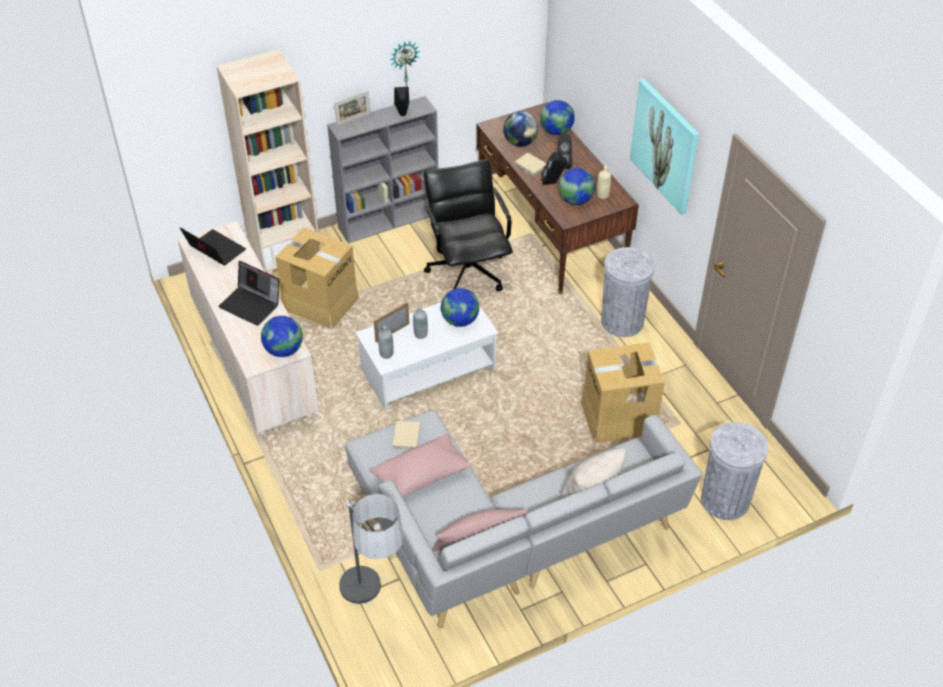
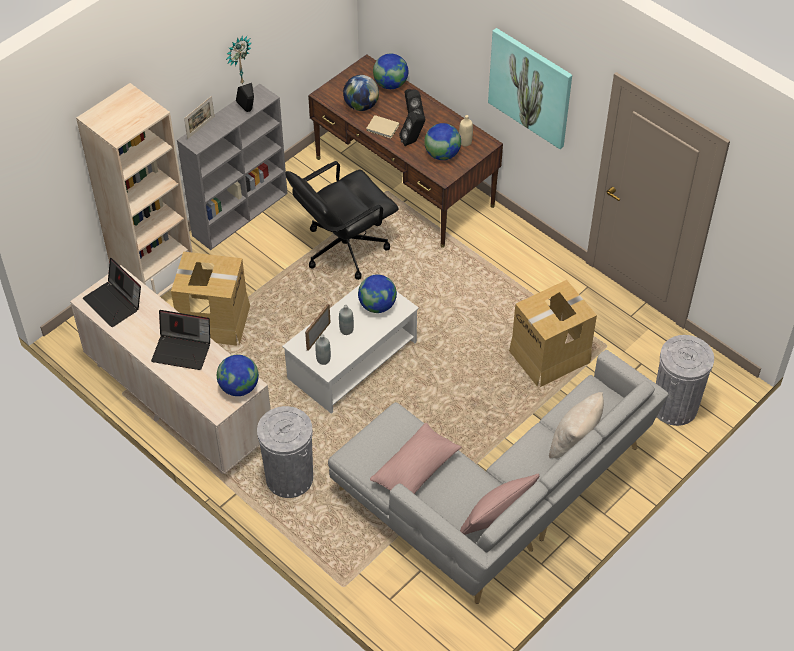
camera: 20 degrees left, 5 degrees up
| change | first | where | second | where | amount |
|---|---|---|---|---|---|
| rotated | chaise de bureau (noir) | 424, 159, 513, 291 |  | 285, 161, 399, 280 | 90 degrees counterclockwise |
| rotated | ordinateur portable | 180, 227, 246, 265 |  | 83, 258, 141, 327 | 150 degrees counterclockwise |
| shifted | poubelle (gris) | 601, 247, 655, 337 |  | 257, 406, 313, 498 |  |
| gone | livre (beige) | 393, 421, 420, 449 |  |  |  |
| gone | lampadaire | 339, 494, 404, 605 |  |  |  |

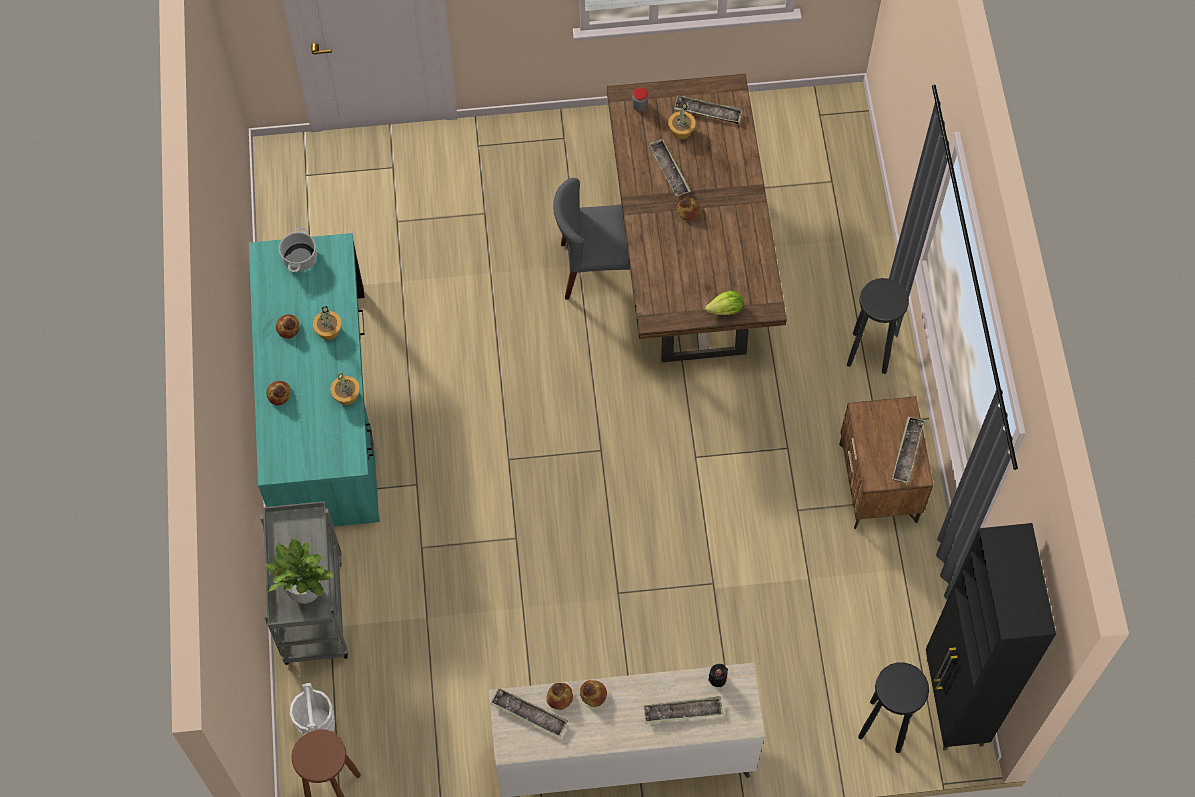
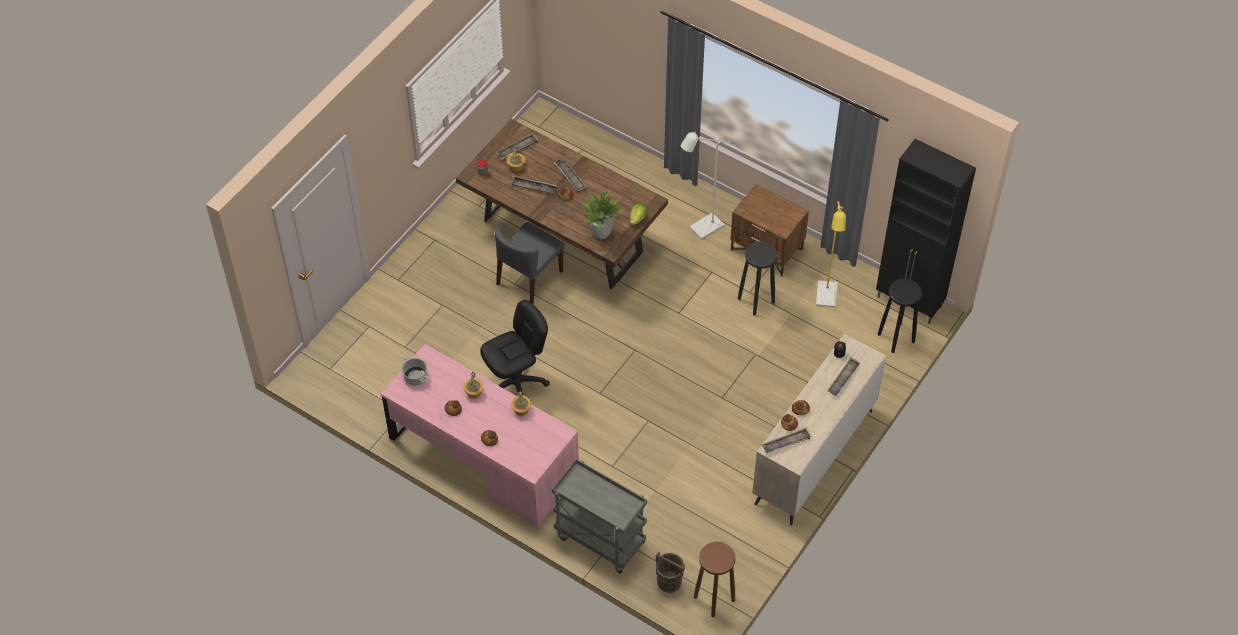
camera: 50 degrees left, 10 degrees down
| change | first | where | second | where | amount |
|---|---|---|---|---|---|
| repainted | bureau (turquoise) | 249, 233, 380, 527 | bureau (rose) | 381, 344, 579, 527 |  |
| shifted | tabouret (noir) | 847, 278, 909, 374 |  | 738, 241, 778, 316 |  |
| shifted | plateau | 892, 416, 925, 483 |  | 554, 157, 587, 192 |  |
| shifted | plante en pot | 265, 538, 333, 604 |  | 583, 190, 623, 239 |  |
| repainted | seau (blanc) | 290, 683, 335, 735 | seau (marron) | 656, 551, 685, 593 |  |
| new |  |  | lampadaire (blanc) | 681, 131, 735, 240 |  |
| new |  |  | lampadaire (jaune) | 816, 201, 846, 308 |  |
| new |  |  | chaise de bureau (noir) | 480, 300, 550, 395 |  |

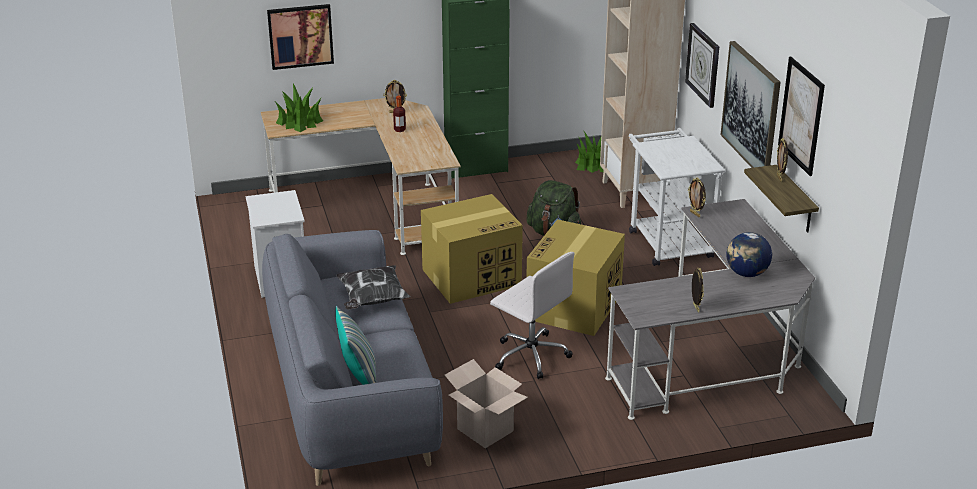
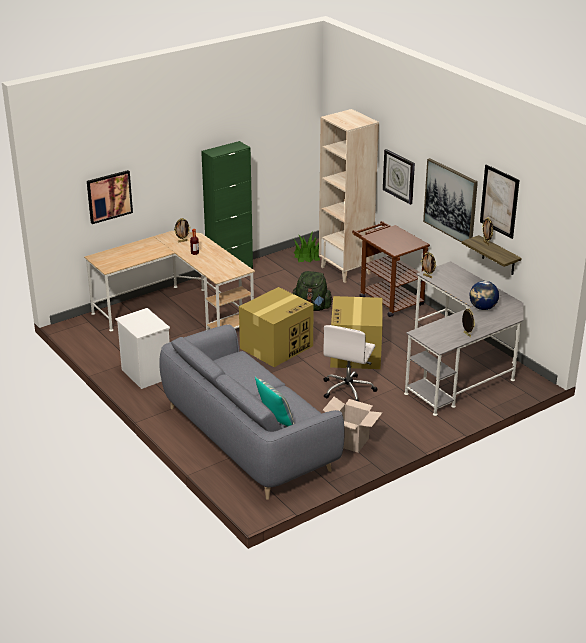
camera: 20 degrees left, 0 degrees up
| change | first | where | second | where | amount |
|---|---|---|---|---|---|
| gone | plante en pot | 276, 84, 323, 132 |  |  |  |
| repainted | chariot (blanc) | 629, 128, 725, 266 | chariot (marron) | 352, 221, 430, 317 |  |
| rotated | chaise de bureau (blanc) | 490, 252, 575, 379 |  | 323, 325, 378, 402 | 90 degrees clockwise |
| gone | coussin | 336, 265, 411, 309 |  |  |  |

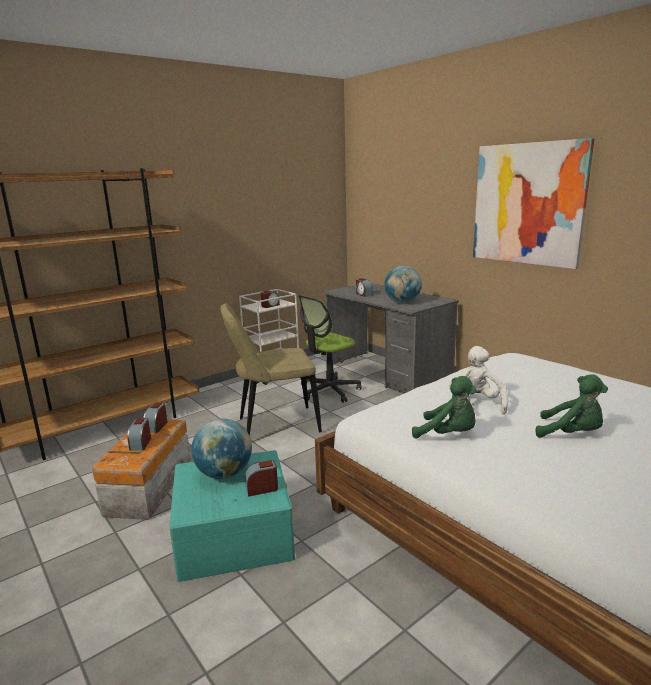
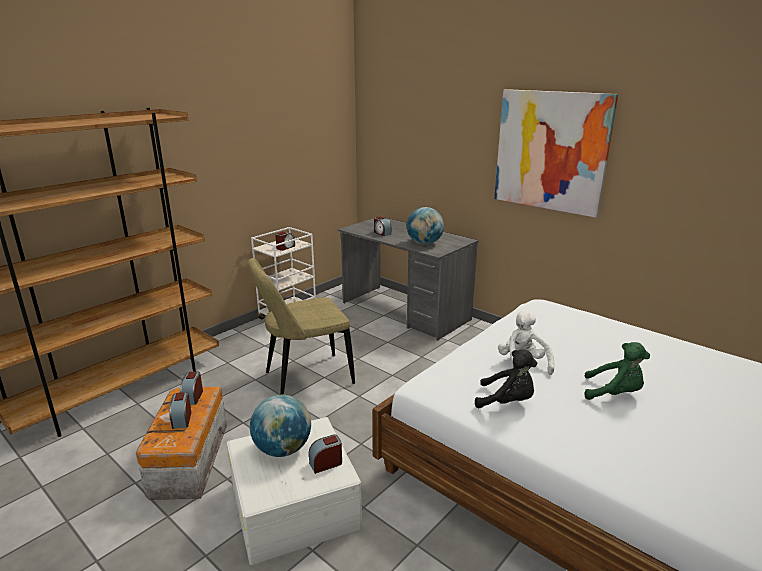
camera: 10 degrees left, 5 degrees up
| change | first | where | second | where | amount |
|---|---|---|---|---|---|
| gone | chaise de bureau | 299, 295, 362, 403 |  |  |  |
| repainted | peluche (vert) | 412, 376, 476, 439 | peluche (noir) | 475, 349, 537, 408 |  |
| repainted | boîte de rangement (turquoise) | 169, 450, 295, 582 | boîte de rangement (blanc) | 227, 417, 362, 565 |  |

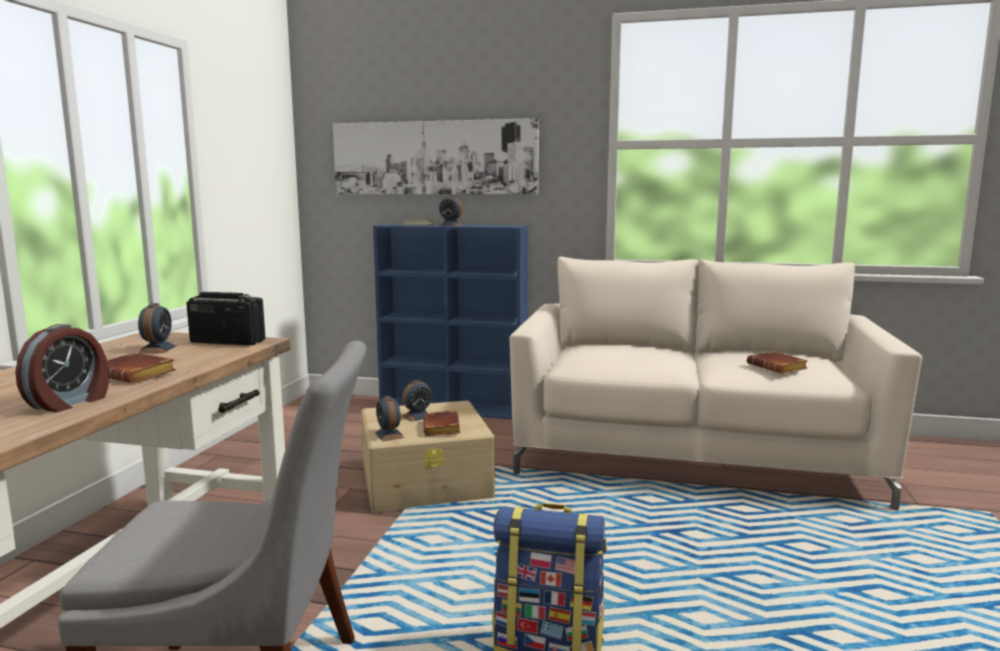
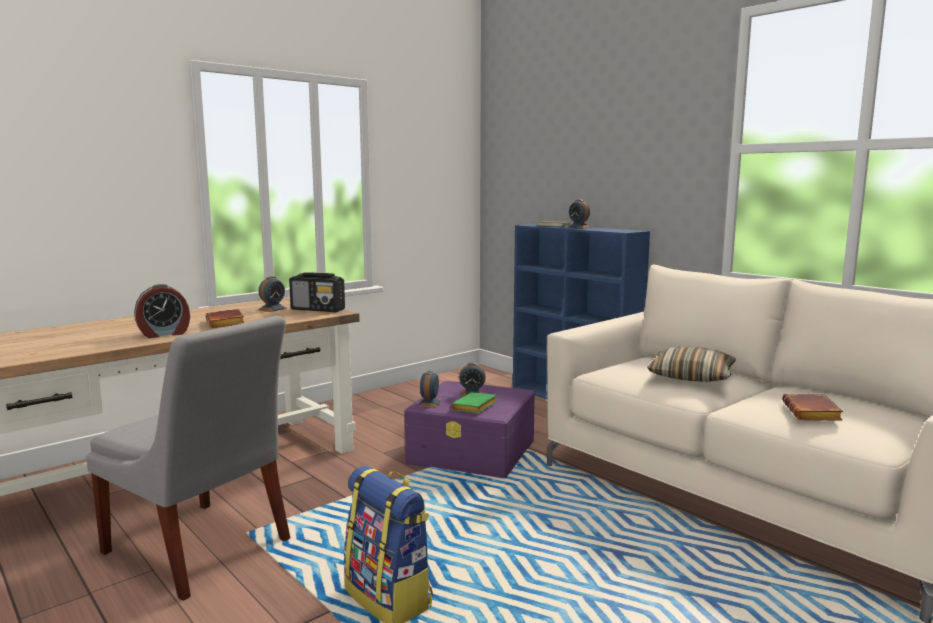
camera: 35 degrees right, 0 degrees up
| change | first | where | second | where | amount |
|---|---|---|---|---|---|
| gone | tableau | 333, 118, 539, 194 |  |  |  |
| rotated | radio | 186, 292, 265, 345 |  | 289, 272, 345, 312 | 150 degrees clockwise |
| repainted | boîte de rangement (beige) | 361, 401, 495, 513 | boîte de rangement (violet) | 405, 381, 535, 478 |  |
| repainted | livre (marron) | 423, 410, 460, 436 | livre (vert) | 451, 392, 497, 414 |  |
| new |  |  | coussin | 647, 346, 736, 382 |  |

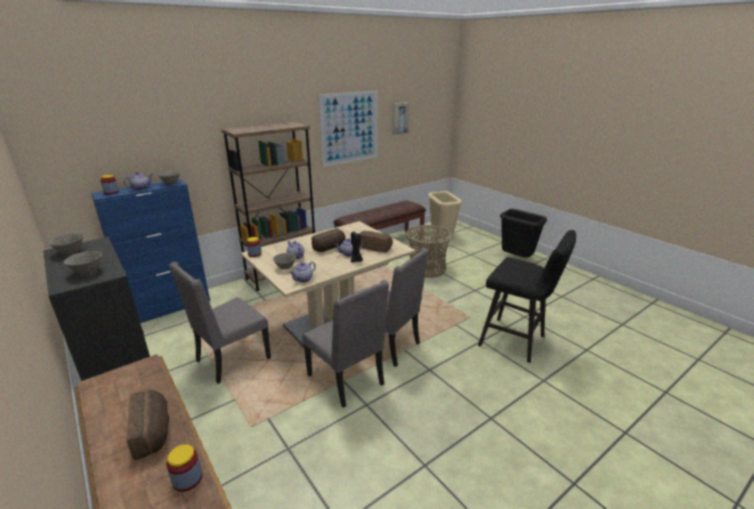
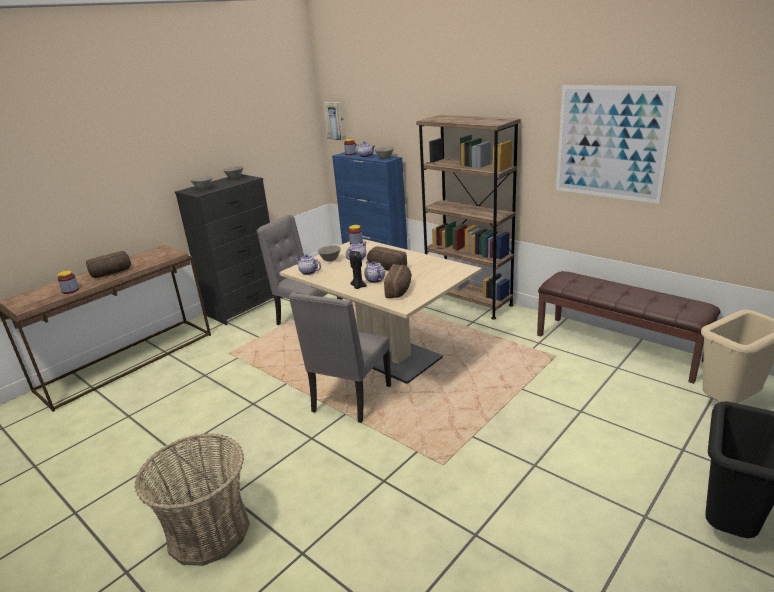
camera: 80 degrees right, 0 degrees up
| change | first | where | second | where | amount |
|---|---|---|---|---|---|
| shifted | tableau | 393, 102, 410, 135 |  | 323, 102, 346, 141 |  |
| shifted | panier | 406, 225, 453, 278 |  | 135, 433, 250, 566 |  |
| gone | tabouret (noir) | 478, 230, 576, 363 |  |  |  |
| gone | chaise (gris) | 302, 280, 389, 408 |  |  |  |

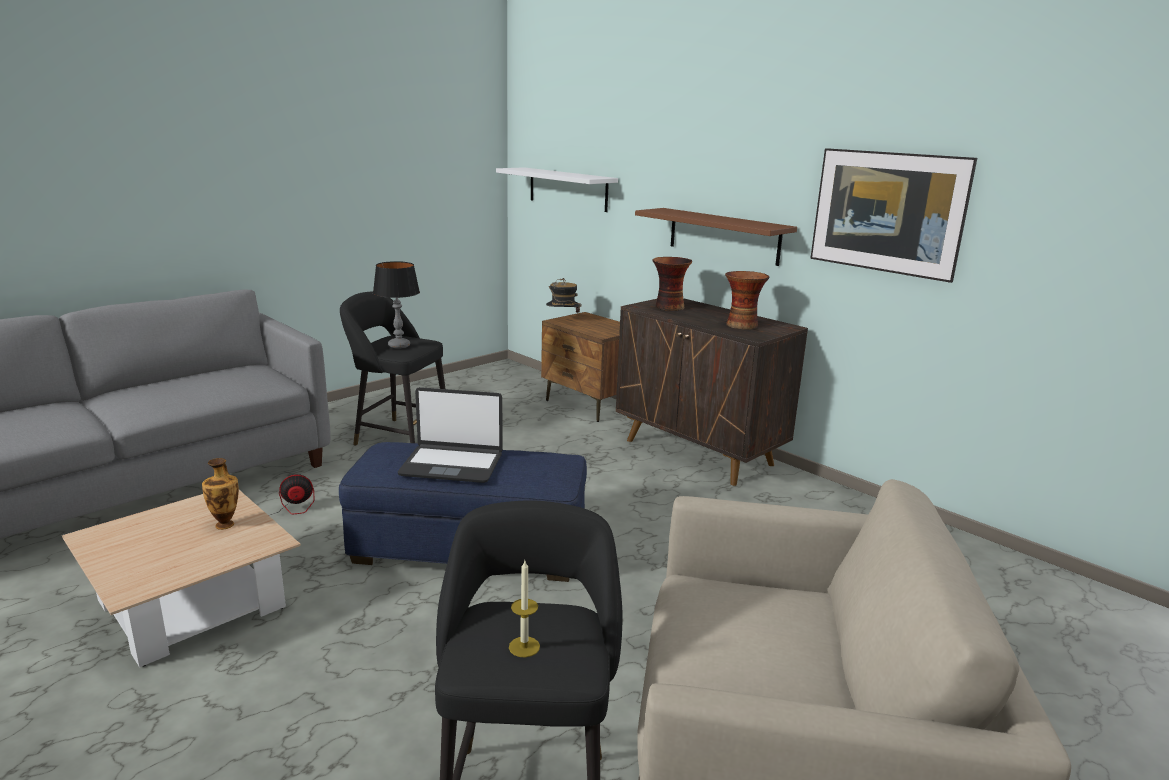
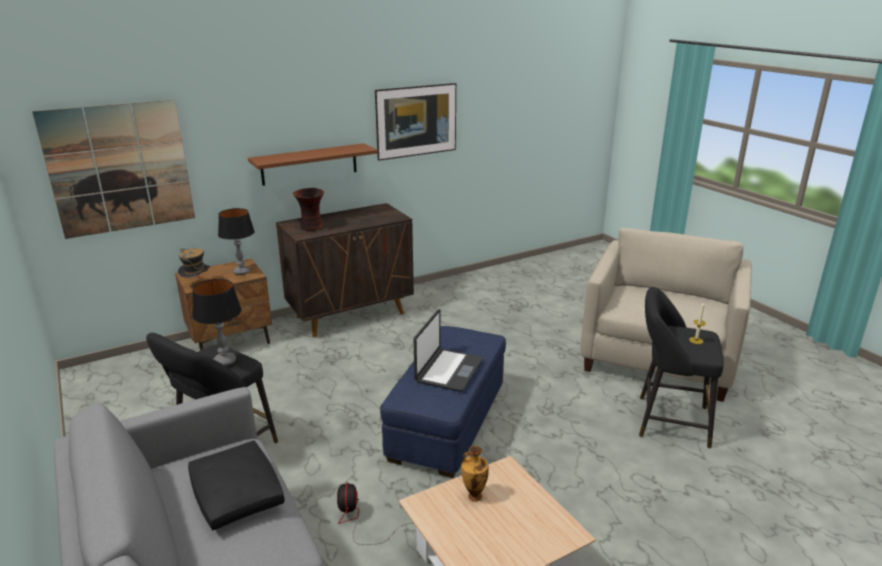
camera: 75 degrees left, 5 degrees up
| change | first | where | second | where | amount |
|---|---|---|---|---|---|
| swapped | étagère (blanc) | 496, 167, 618, 212 | tableau | 32, 100, 195, 239 |  |
| gone | vase | 725, 271, 769, 329 |  |  |  |
| new |  |  | lampe de table | 218, 208, 255, 275 |  |
| new |  |  | coussin (noir) | 188, 440, 285, 530 |  |

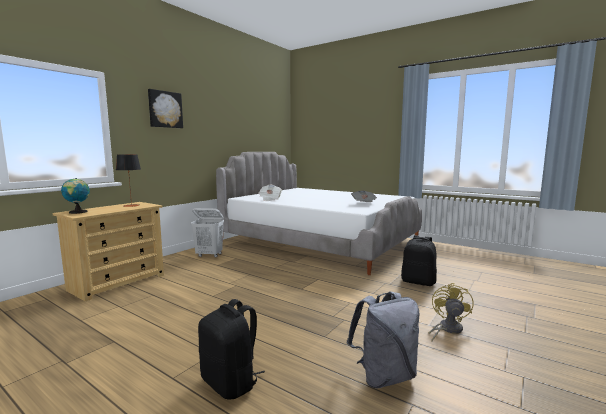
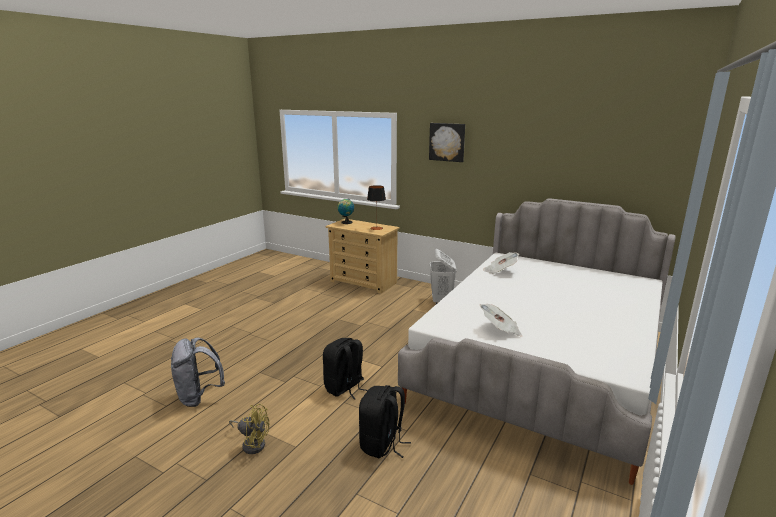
camera: 85 degrees right, 10 degrees up
| change | first | where | second | where | amount |
|---|---|---|---|---|---|
| shifted | sac à dos (noir) | 198, 299, 265, 400 |  | 323, 338, 368, 400 |  |

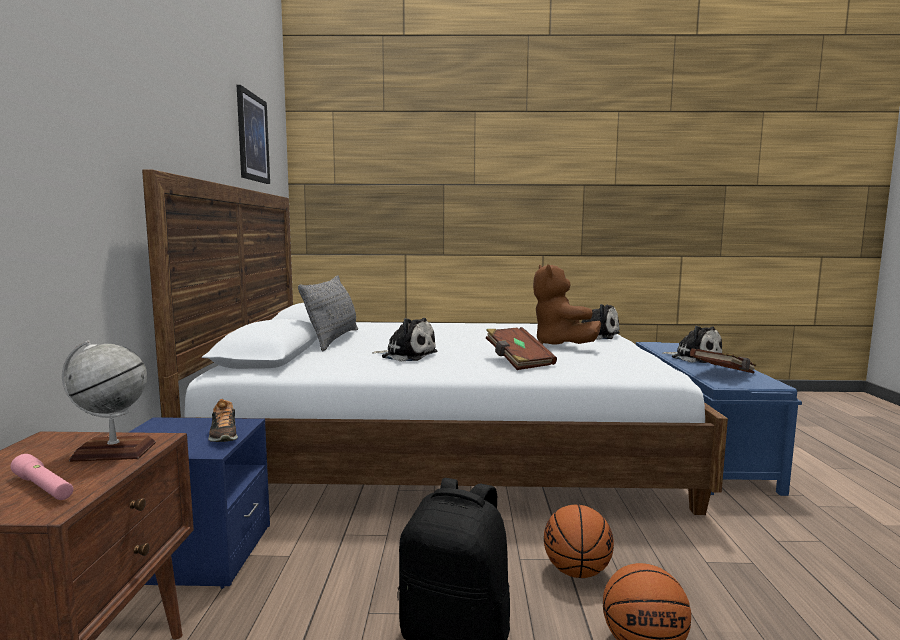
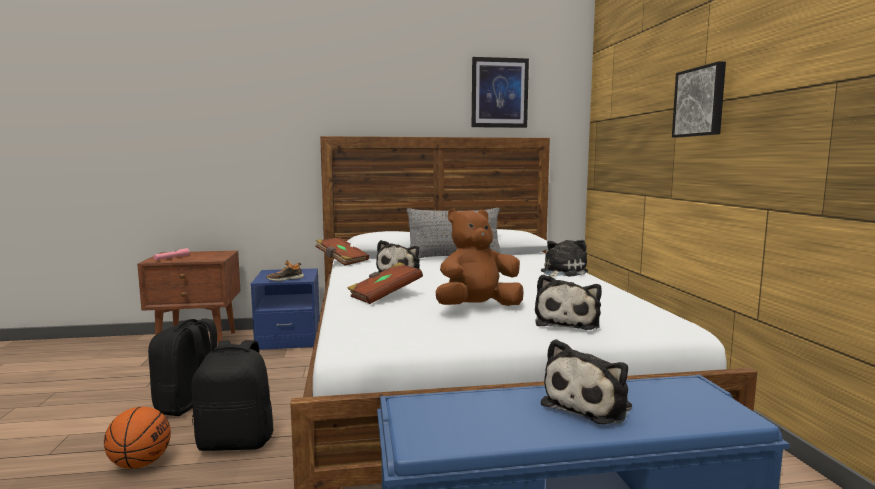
camera: 80 degrees right, 0 degrees up
| change | first | where | second | where | amount |
|---|---|---|---|---|---|
| gone | globe | 62, 340, 156, 462 |  |  |  |
| shifted | livre (marron) | 690, 348, 757, 373 |  | 315, 237, 369, 266 |  |
| swapped | ballon de basket | 544, 505, 614, 578 | sac à dos (noir) | 192, 340, 273, 451 |  |
| new |  |  | tableau | 672, 61, 726, 137 |  |
| new |  |  | peluche | 541, 240, 588, 277 |  |

